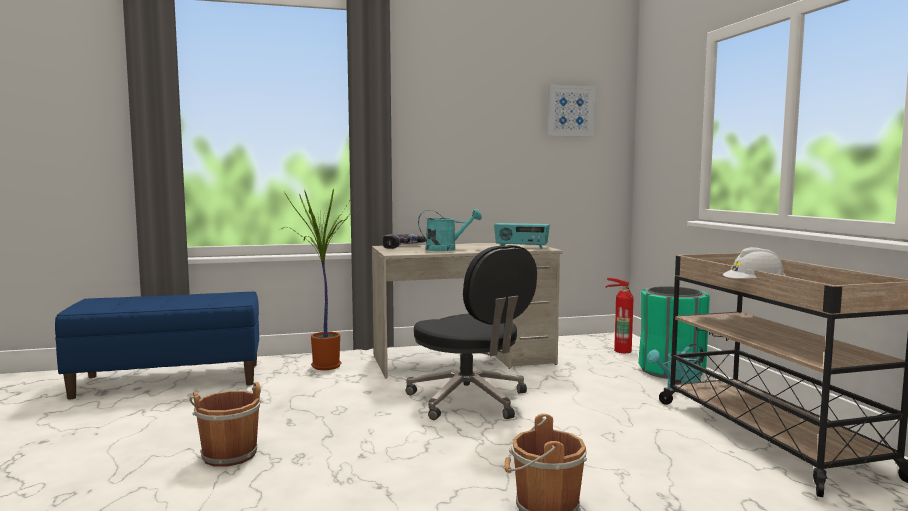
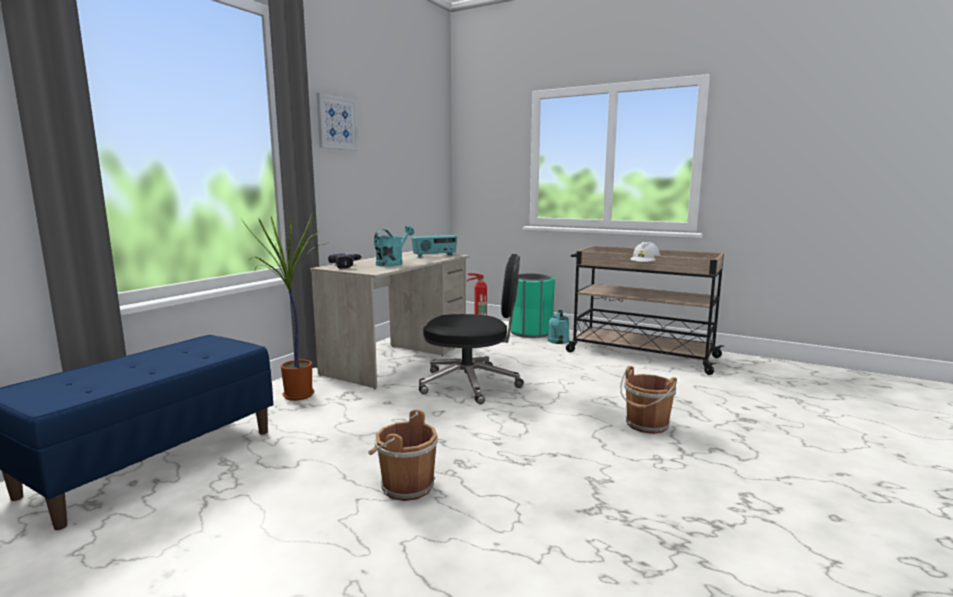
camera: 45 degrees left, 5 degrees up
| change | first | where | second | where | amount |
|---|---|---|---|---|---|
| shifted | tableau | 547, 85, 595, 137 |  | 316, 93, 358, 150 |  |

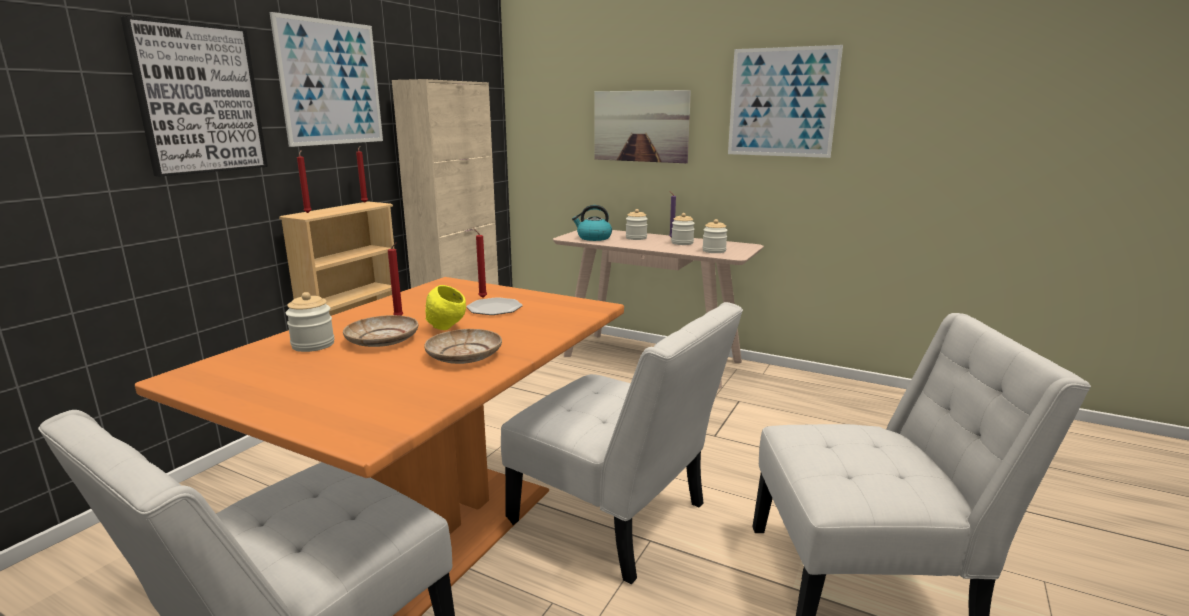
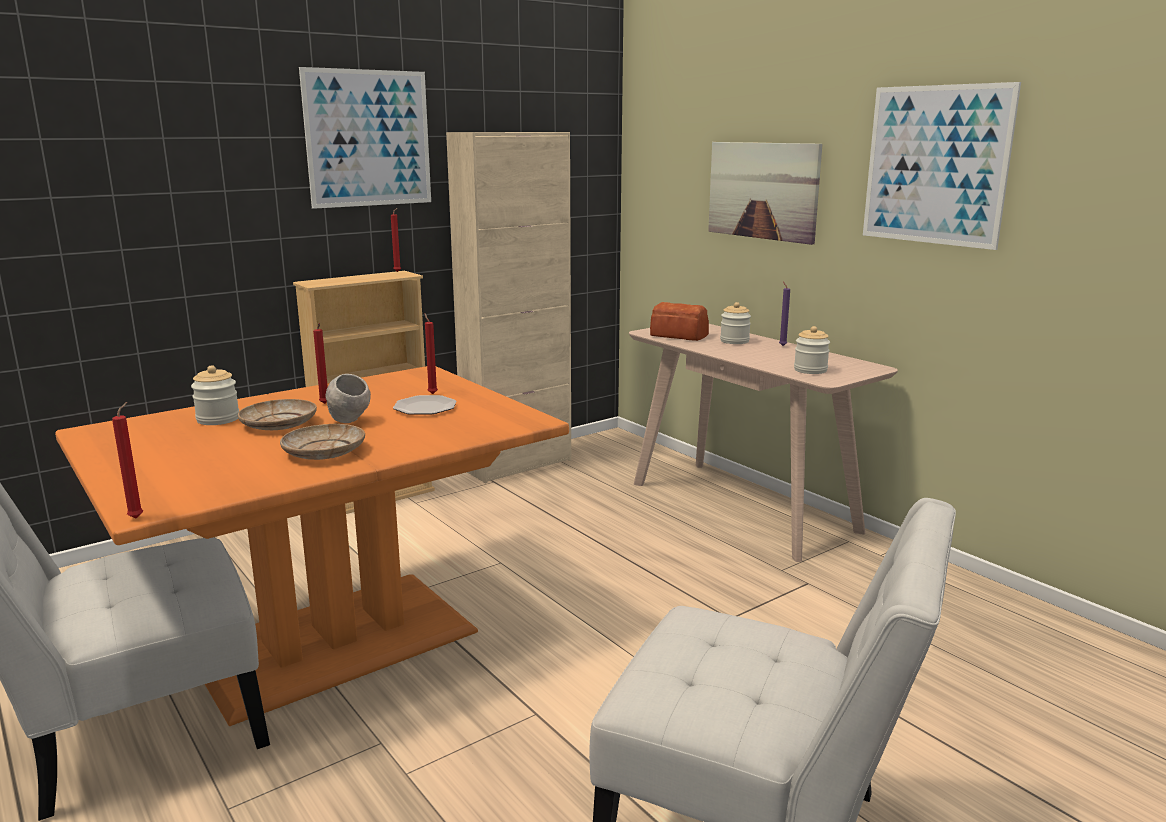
camera: 25 degrees right, 0 degrees up
| change | first | where | second | where | amount |
|---|---|---|---|---|---|
| gone | tableau | 121, 16, 268, 176 |  |  |  |
| shifted | bougie (rouge) | 297, 150, 312, 213 |  | 112, 402, 143, 518 |  |
| swapped | bouilloire | 572, 205, 612, 241 | pain | 650, 302, 709, 341 |  |
| gone | bocal | 671, 213, 695, 245 |  |  |  |
| repainted | bol (jaune) | 425, 285, 466, 330 | bol (gris) | 326, 374, 371, 423 |  |
| gone | chaise (blanc) | 501, 302, 743, 584 |  |  |  |

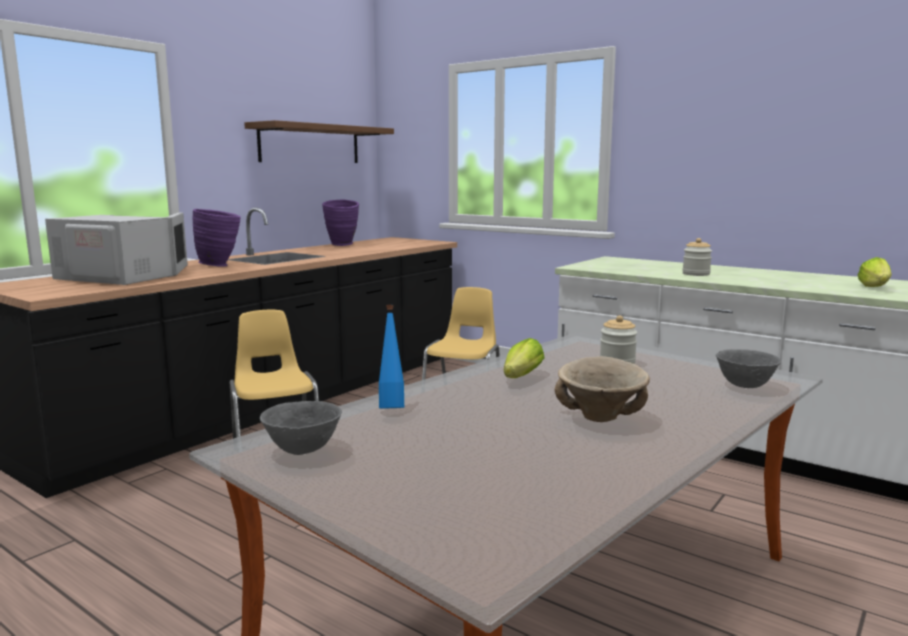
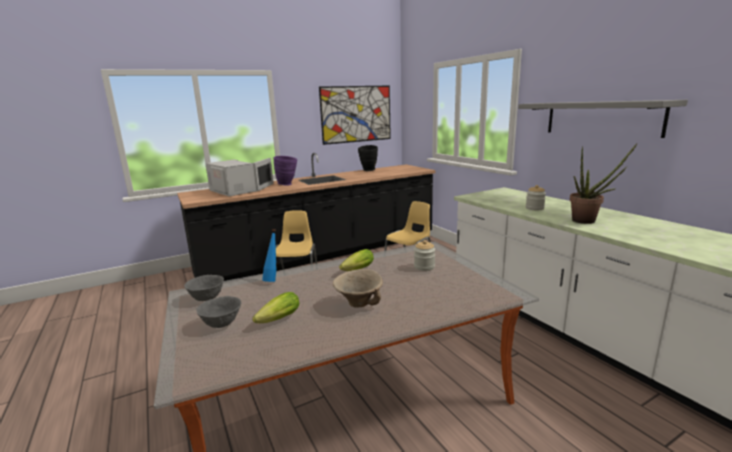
camera: 25 degrees right, 5 degrees up
| change | first | where | second | where | amount |
|---|---|---|---|---|---|
| swapped | étagère (marron) | 244, 120, 394, 163 | tableau | 319, 86, 391, 145 |  |
| repainted | vase (violet) | 322, 199, 359, 246 | vase (noir) | 358, 145, 378, 171 |  |
| shifted | laitue | 858, 257, 892, 287 |  | 252, 292, 299, 323 |  |
| shifted | bol (gris) | 716, 349, 781, 388 |  | 196, 296, 241, 328 |  |
| new |  |  | étagère (gris) | 518, 100, 688, 138 |  |
| new |  |  | plante en pot | 570, 143, 638, 224 |  |

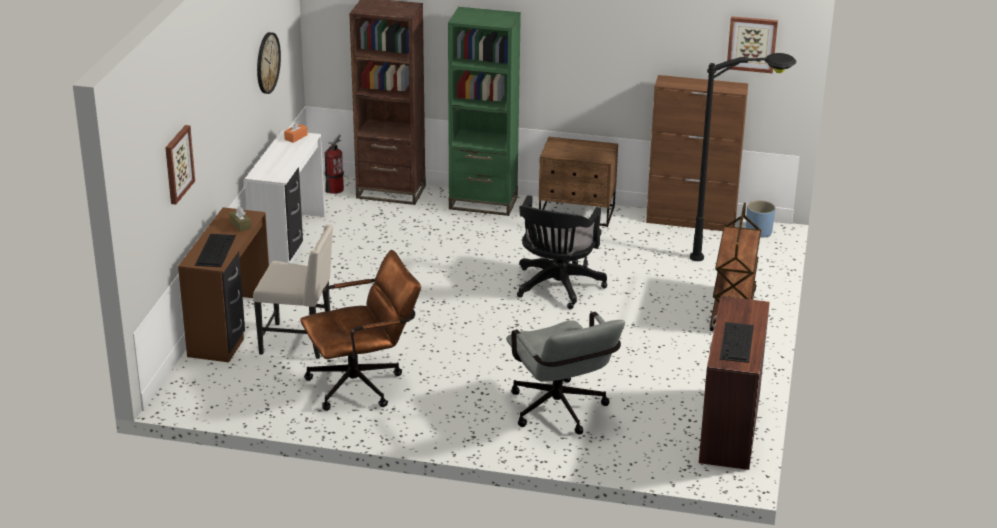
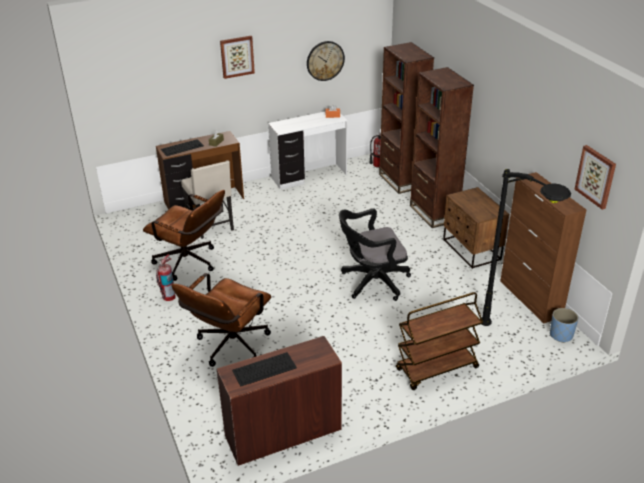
camera: 55 degrees right, 5 degrees up
| change | first | where | second | where | amount |
|---|---|---|---|---|---|
| repainted | bibliothèque (vert) | 448, 7, 521, 216 | bibliothèque (marron) | 410, 67, 474, 228 |  |
| shifted | tableau | 165, 125, 195, 205 |  | 220, 36, 255, 79 |  |
| repainted | chaise de bureau (gris) | 506, 312, 625, 435 | chaise de bureau (marron) | 171, 273, 271, 367 |  |
| new |  |  | extincteur | 156, 254, 176, 301 |  |

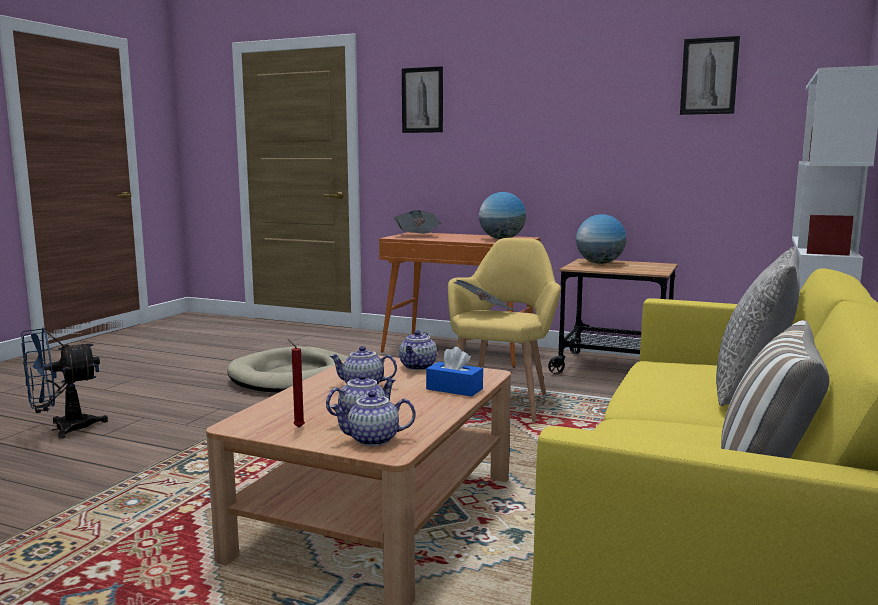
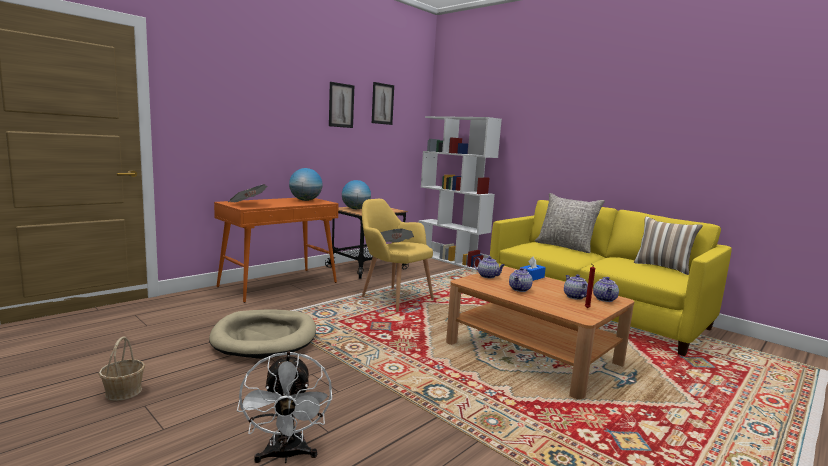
camera: 70 degrees left, 0 degrees up
| change | first | where | second | where | amount |
|---|---|---|---|---|---|
| shifted | tableau | 402, 66, 443, 133 |  | 329, 82, 354, 128 |  |
| repainted | ventilateur (bleu) | 21, 328, 108, 439 | ventilateur (blanc) | 237, 351, 332, 463 |  |
| new |  |  | panier | 99, 337, 145, 401 |  |

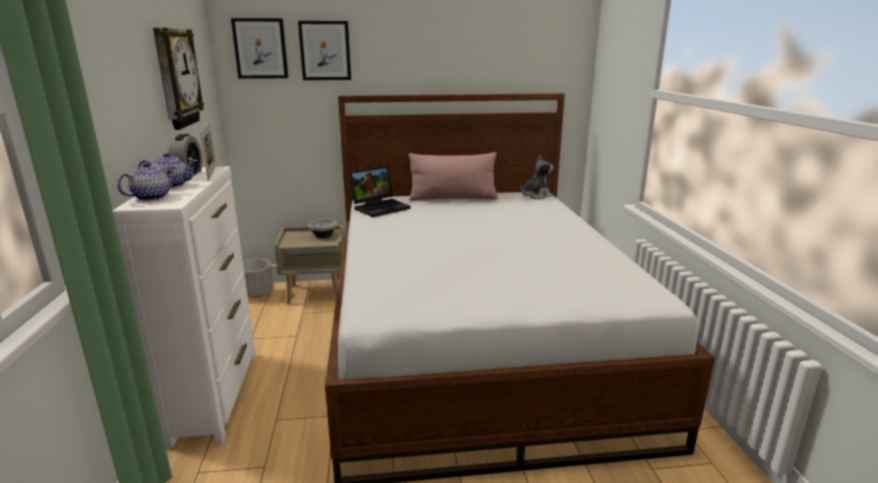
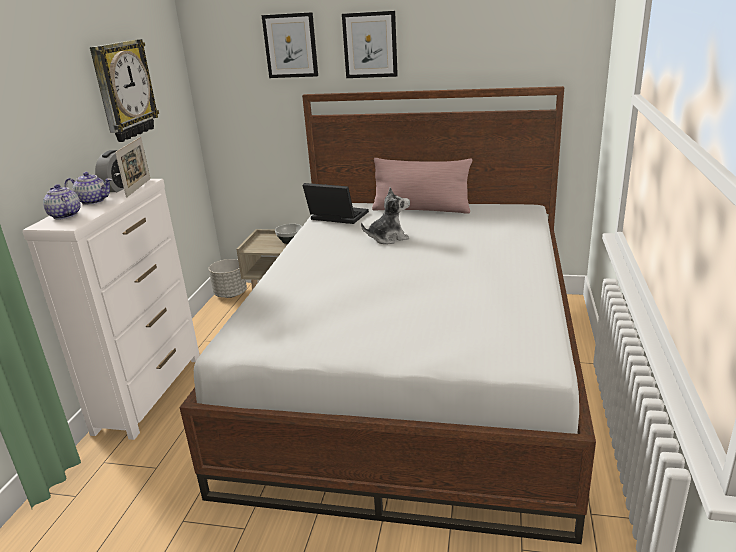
camera: 20 degrees right, 5 degrees up
| change | first | where | second | where | amount |
|---|---|---|---|---|---|
| shifted | tableau | 231, 18, 288, 79 |  | 342, 11, 398, 78 |  |
| shifted | peluche | 520, 155, 553, 199 |  | 361, 187, 410, 244 |  |
| rotated | théière | 117, 162, 176, 201 |  | 43, 184, 81, 220 | 90 degrees counterclockwise |
| rotated | ordinateur portable | 348, 166, 410, 217 |  | 302, 183, 369, 224 | 135 degrees counterclockwise |

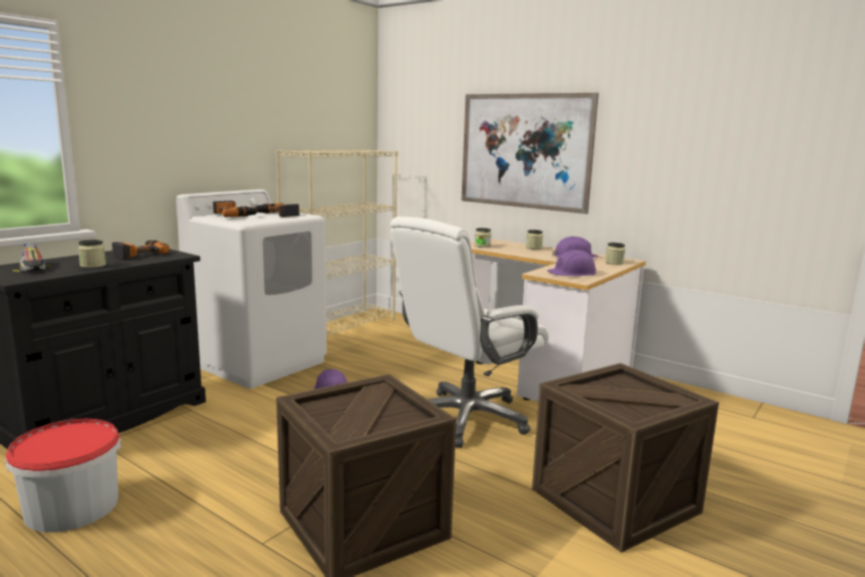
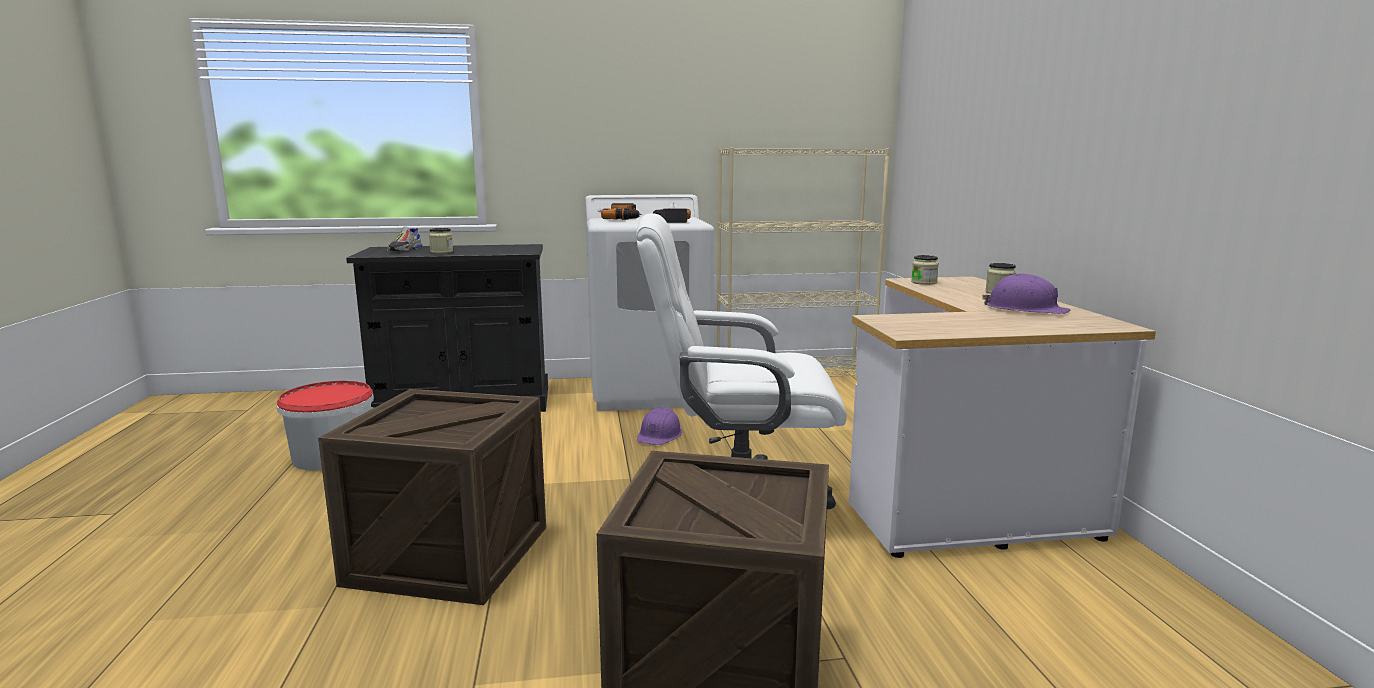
camera: 45 degrees right, 0 degrees up
| change | first | where | second | where | amount |
|---|---|---|---|---|---|
| gone | tableau | 462, 93, 599, 214 |  |  |  |
| gone | perceuse | 112, 240, 170, 259 |  |  |  |
| gone | bocal | 605, 242, 625, 265 |  |  |  |
| gone | casque de chantier (violet) | 547, 249, 596, 276 |  |  |  |

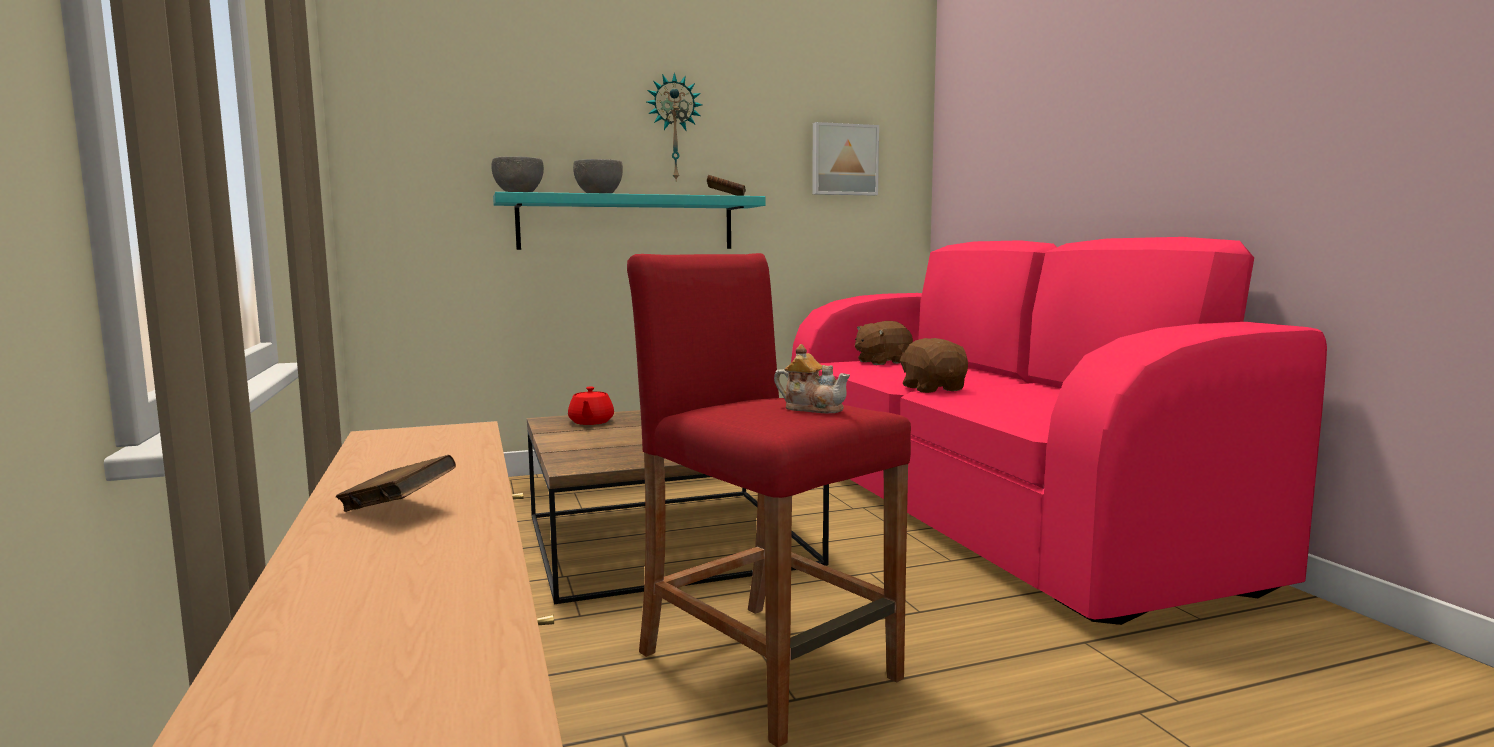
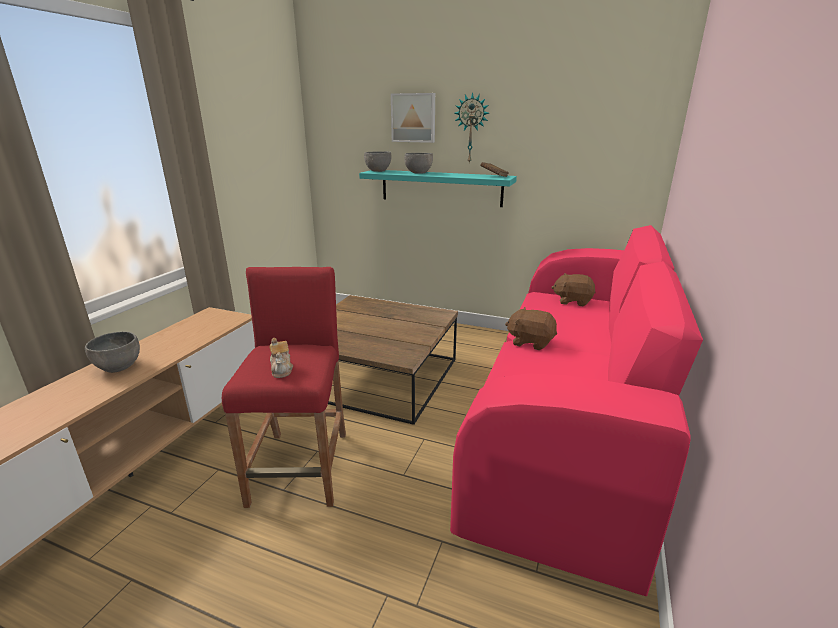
camera: 40 degrees right, 15 degrees up
| change | first | where | second | where | amount |
|---|---|---|---|---|---|
| shifted | tableau | 812, 122, 879, 195 |  | 391, 93, 435, 143 |  |
| rotated | peluche (marron) | 898, 338, 968, 393 |  | 505, 307, 557, 350 | 90 degrees counterclockwise |
| gone | théière (rouge) | 568, 387, 614, 425 |  |  |  |
| swapped | livre (marron) | 336, 455, 456, 512 | bol (gris) | 85, 332, 140, 373 |  |

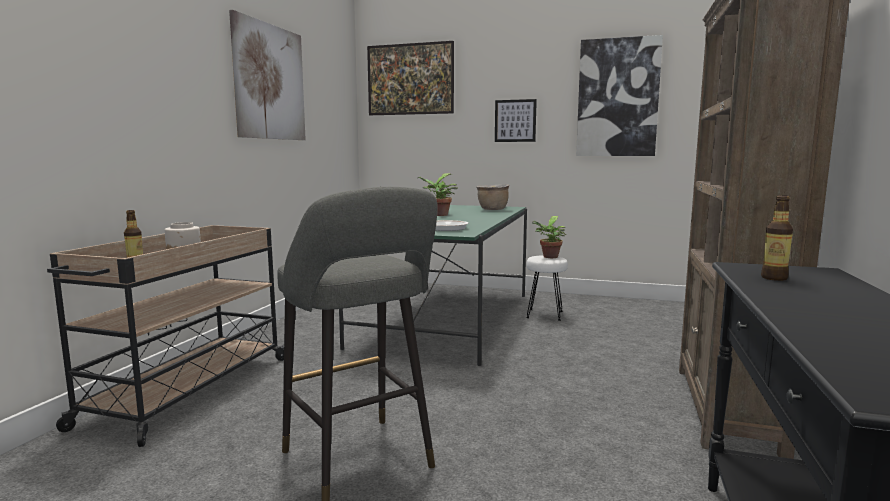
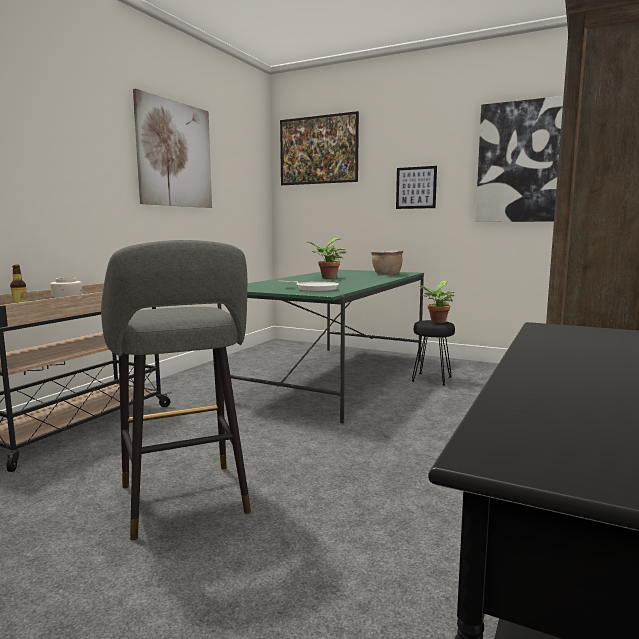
camera: 10 degrees right, 0 degrees up
| change | first | where | second | where | amount |
|---|---|---|---|---|---|
| gone | bouteille | 761, 195, 793, 281 |  |  |  |
| repainted | tabouret (blanc) | 526, 255, 568, 321 | tabouret (noir) | 412, 320, 455, 386 |  |

